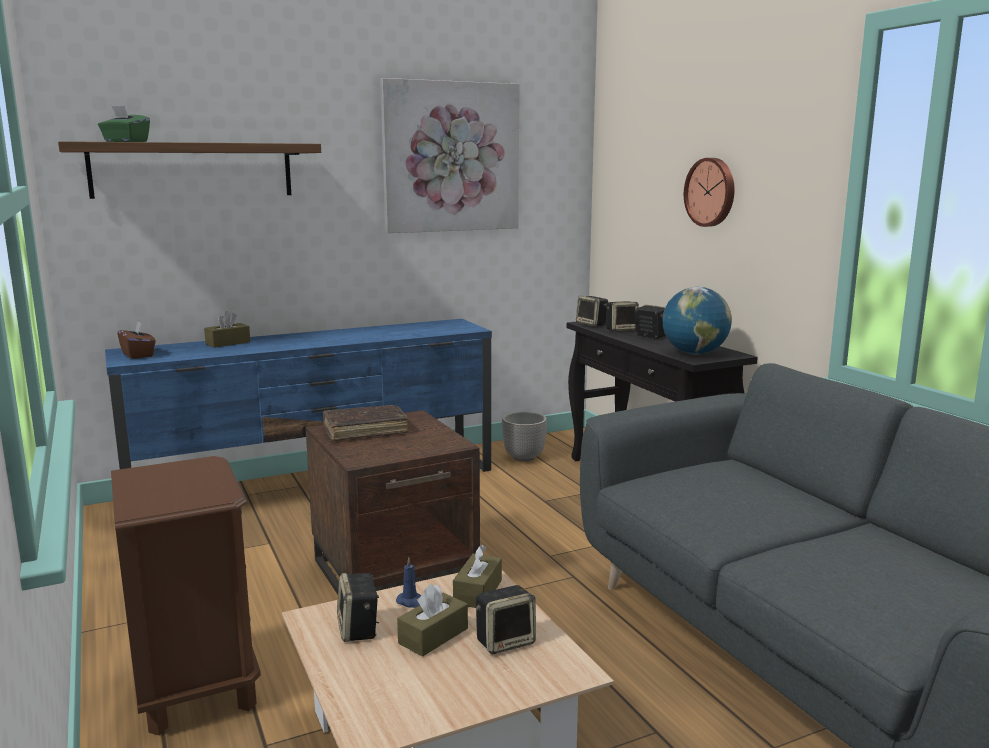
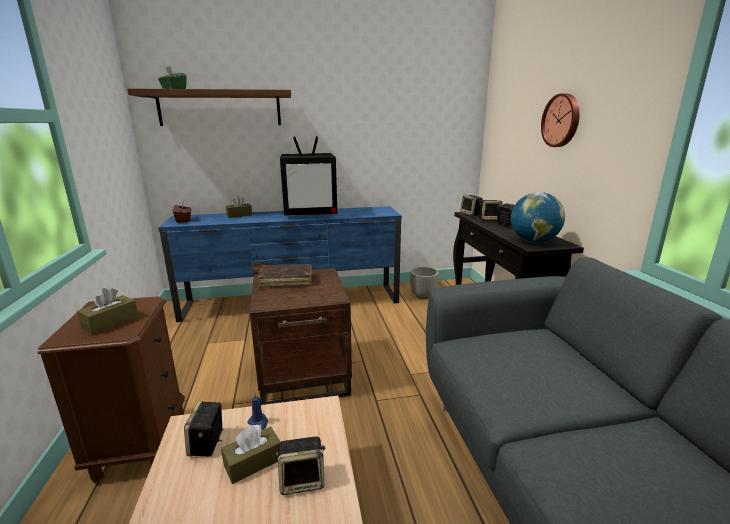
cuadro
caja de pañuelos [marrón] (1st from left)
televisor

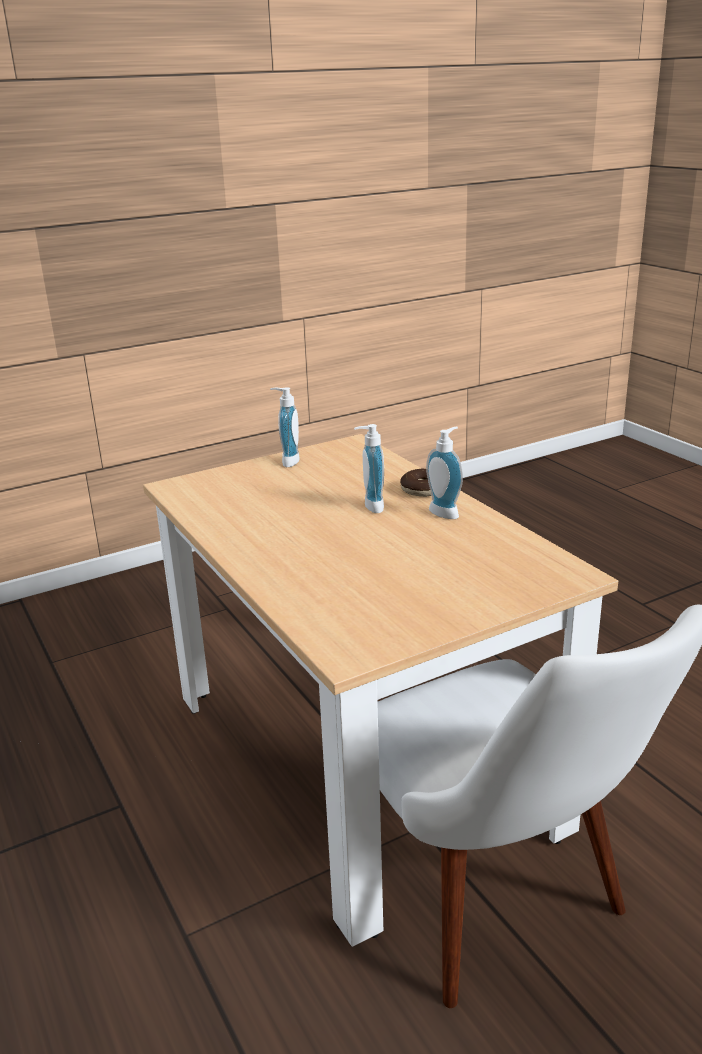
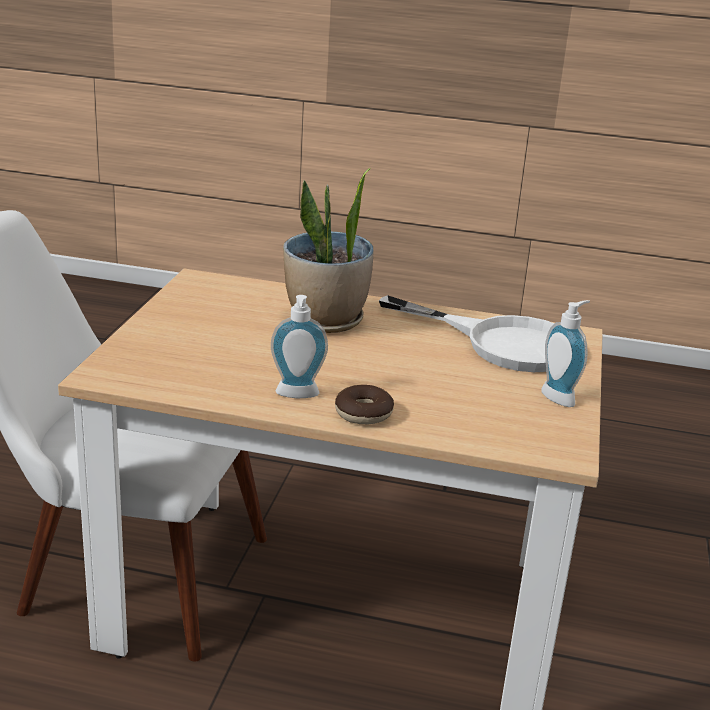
dispensador de jabón (2nd from left in the first image)
planta en maceta
sartén [blanco]

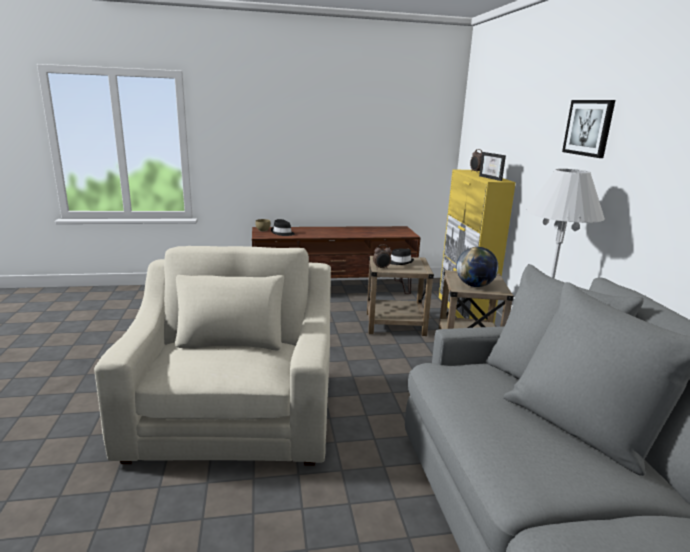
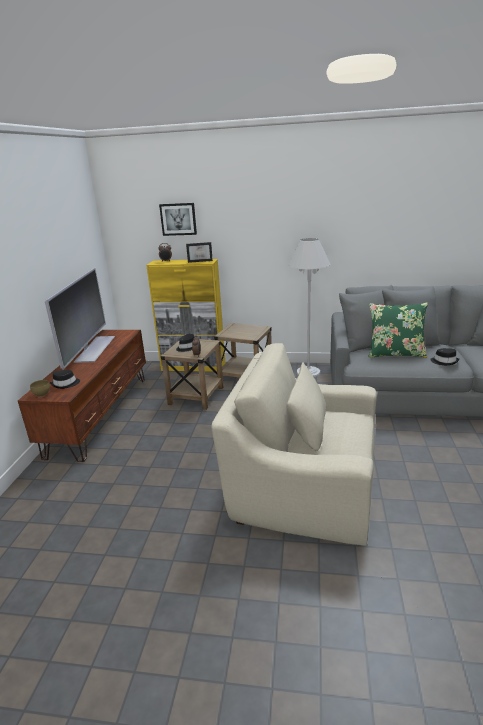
cuadro
globo terráqueo
televisor
cojín [verde]
sombrero [negro] (3rd from left)

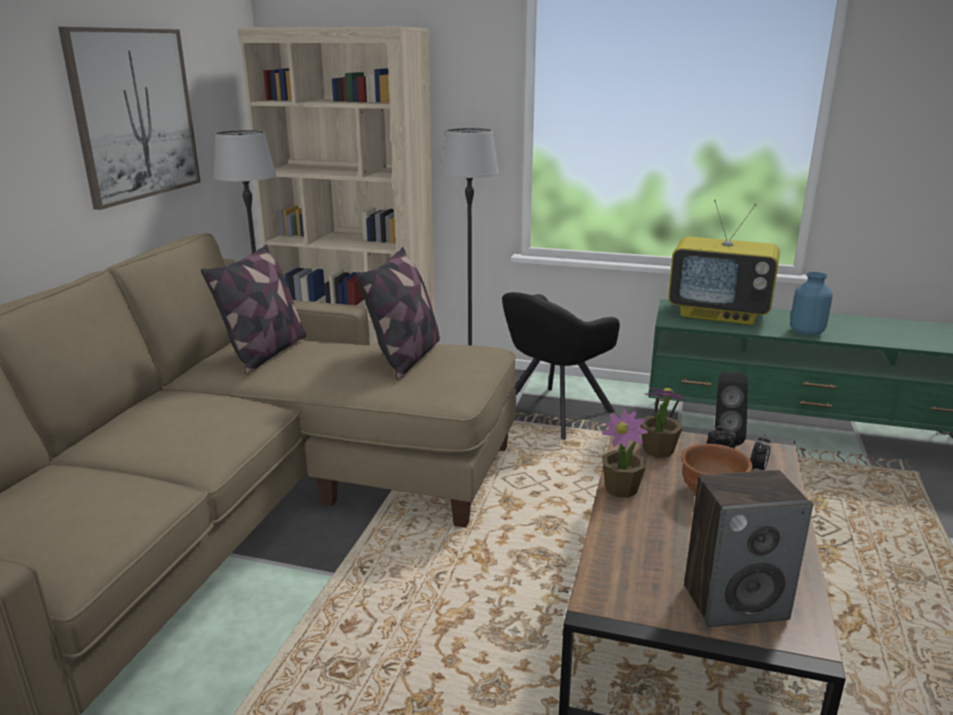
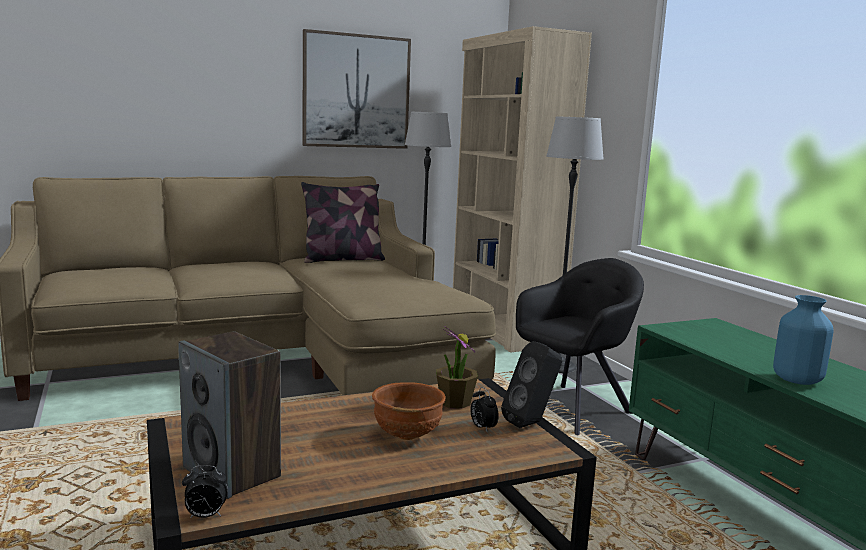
televisor
cojín (2nd from left in the first image)
sillón [negro]
planta en maceta (1st from left in the first image)
despertador (1st from left)

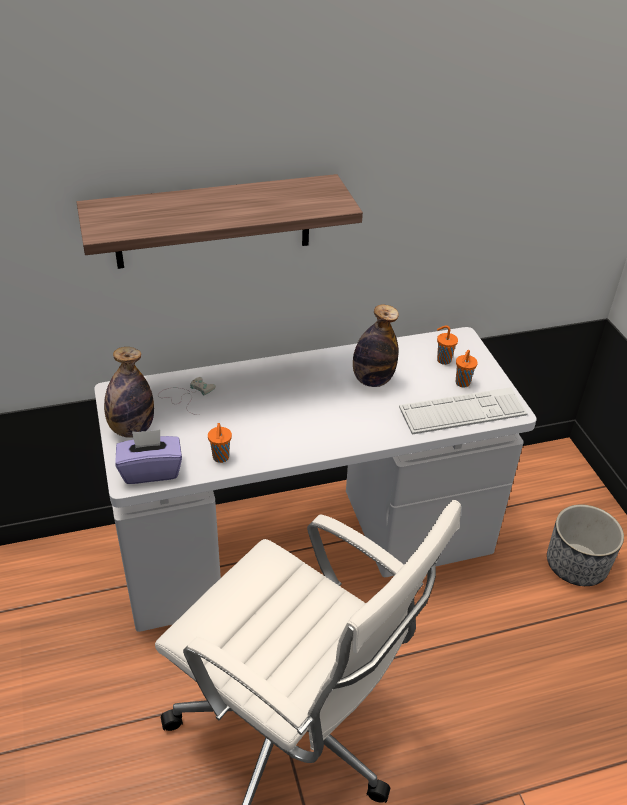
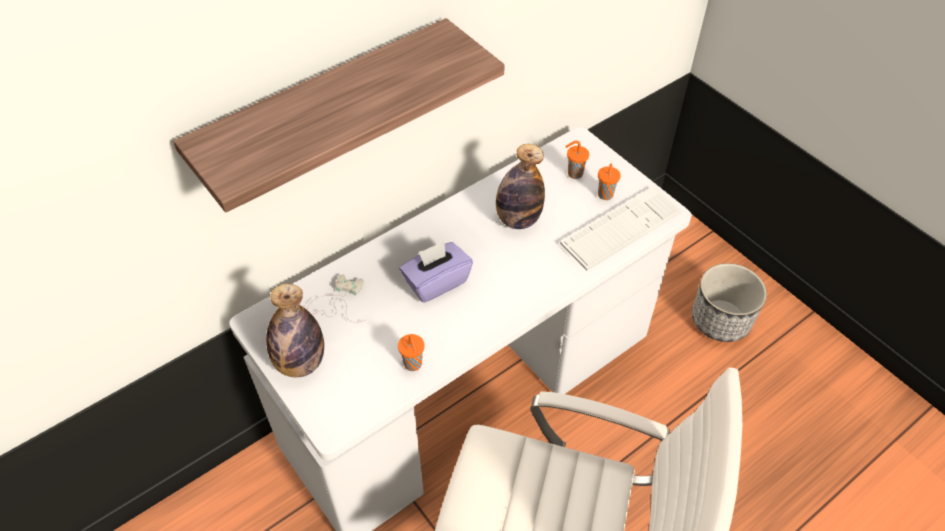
caja de pañuelos [morado]

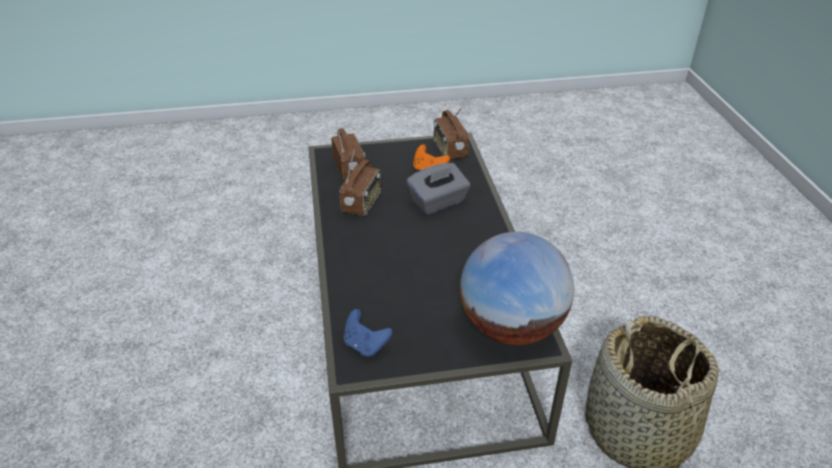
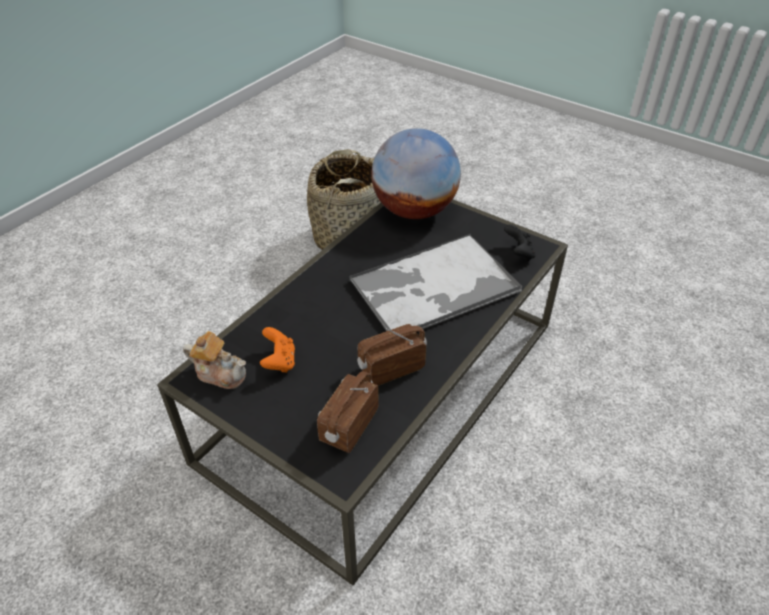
tetera
caja de pañuelos [gris]
mando de consola [negro]
bandeja

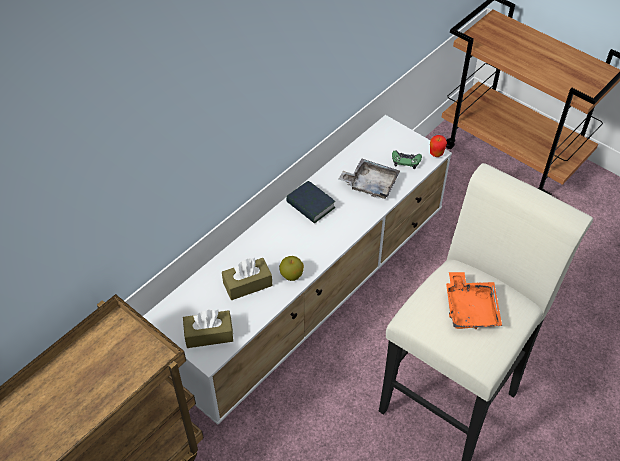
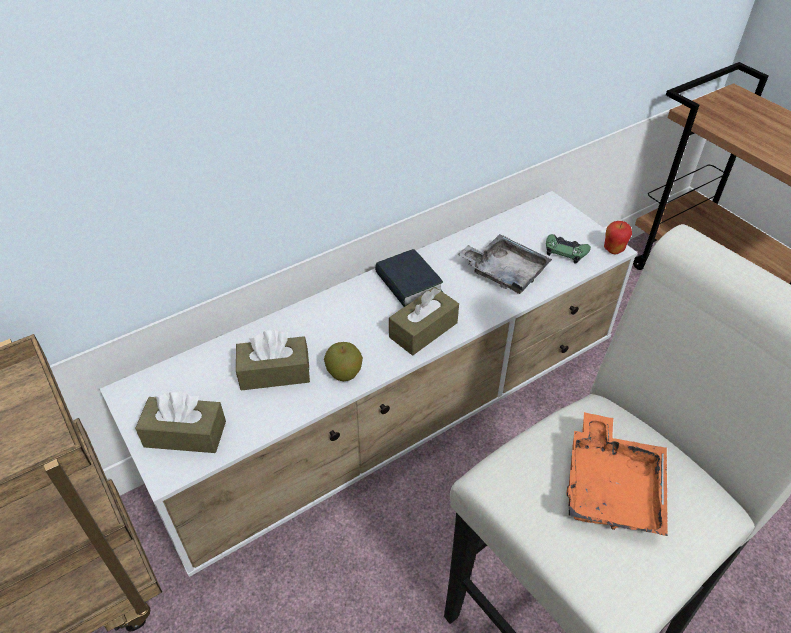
caja de pañuelos [marrón] (3rd from left)

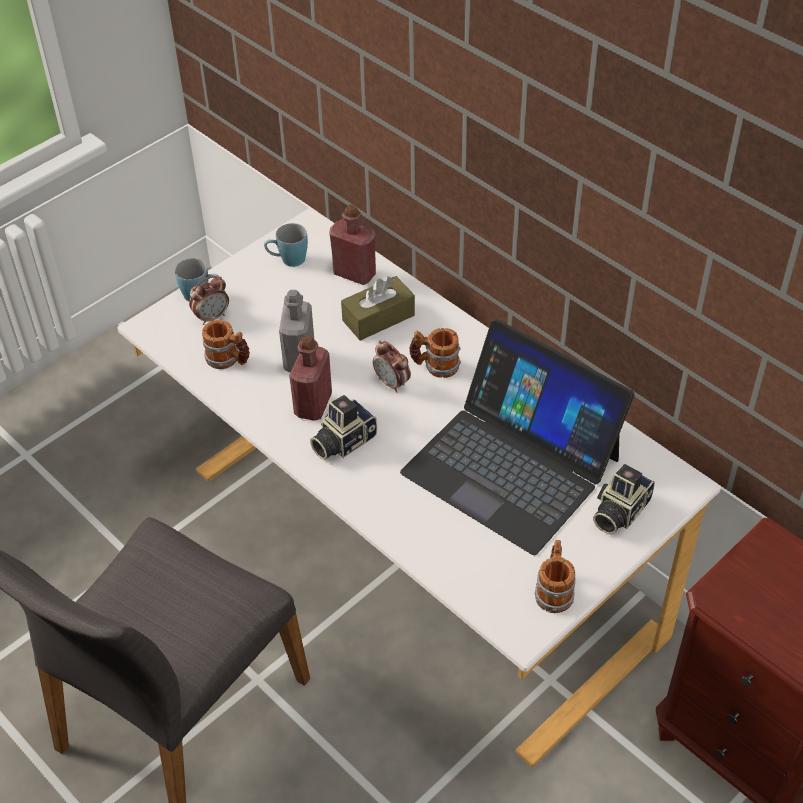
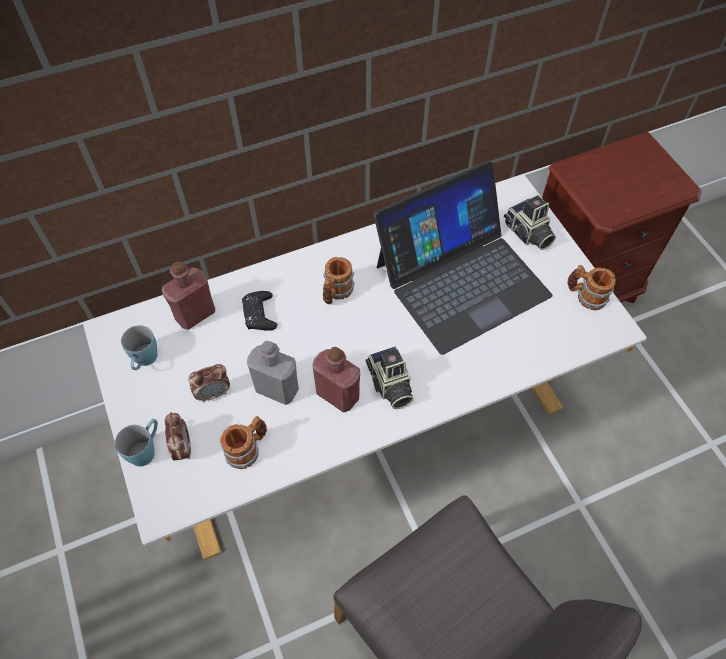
mando de consola [negro]
despertador (2nd from left)

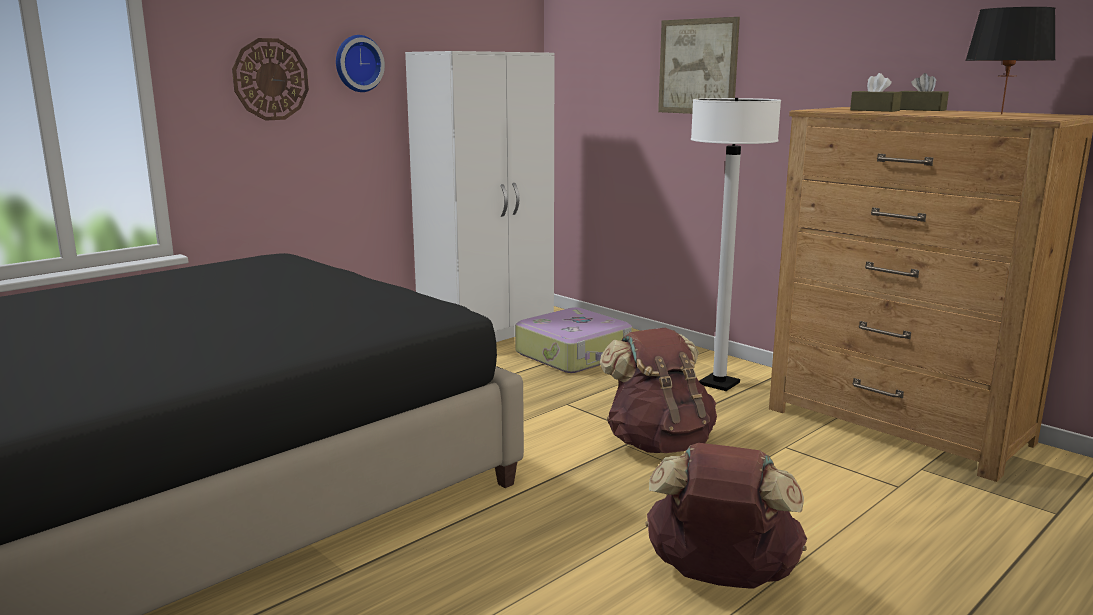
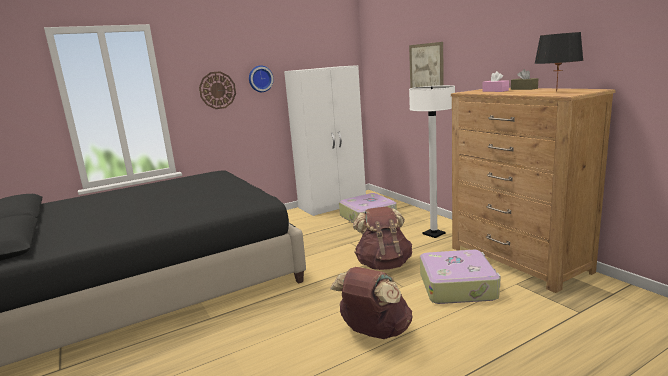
caja de pañuelos [rosa]
maleta (2nd from left)

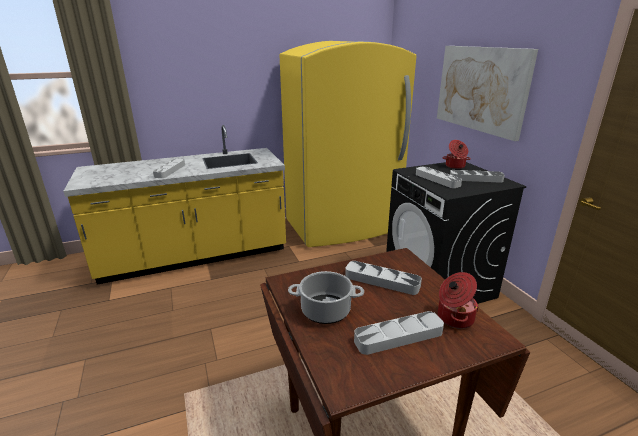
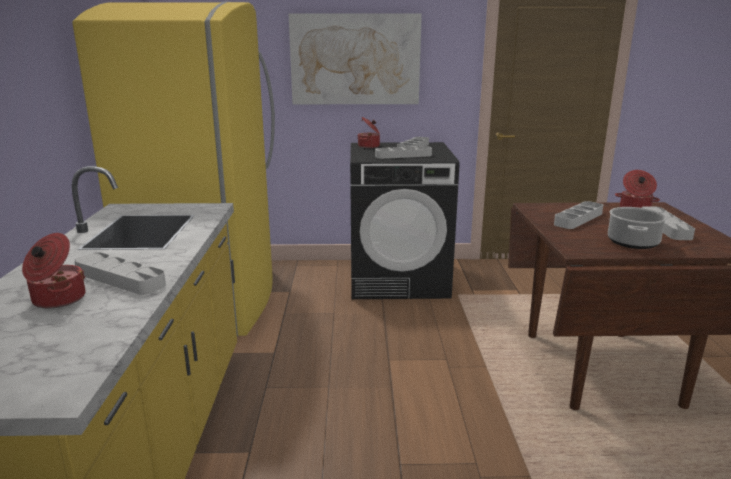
olla (1st from left)

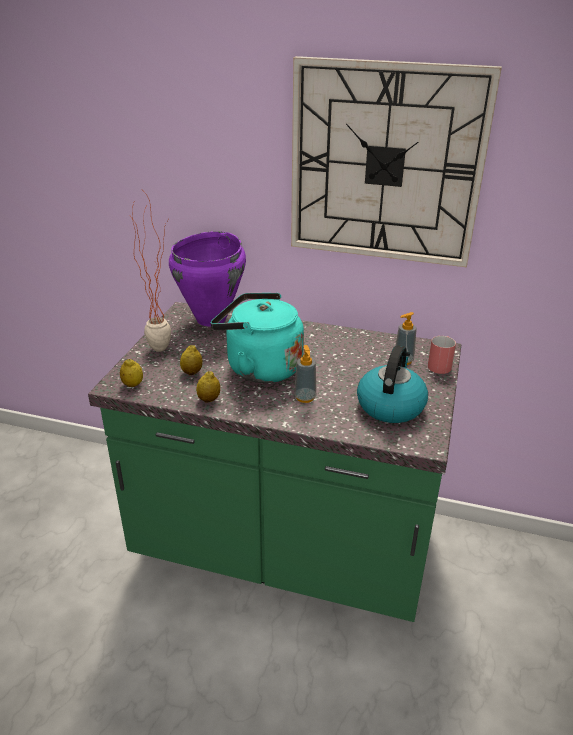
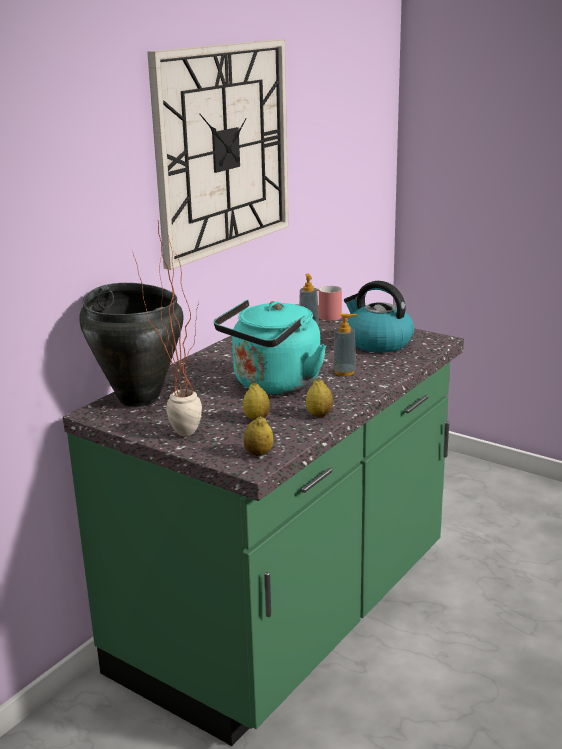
olla [negro]

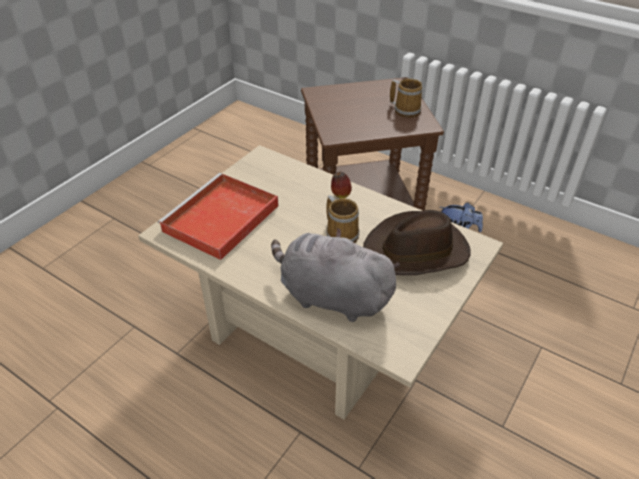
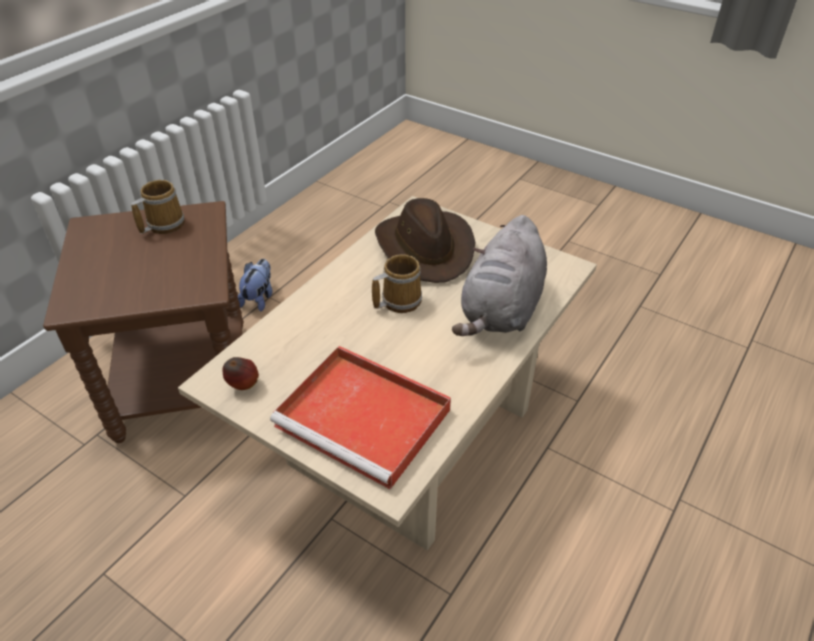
manzana

